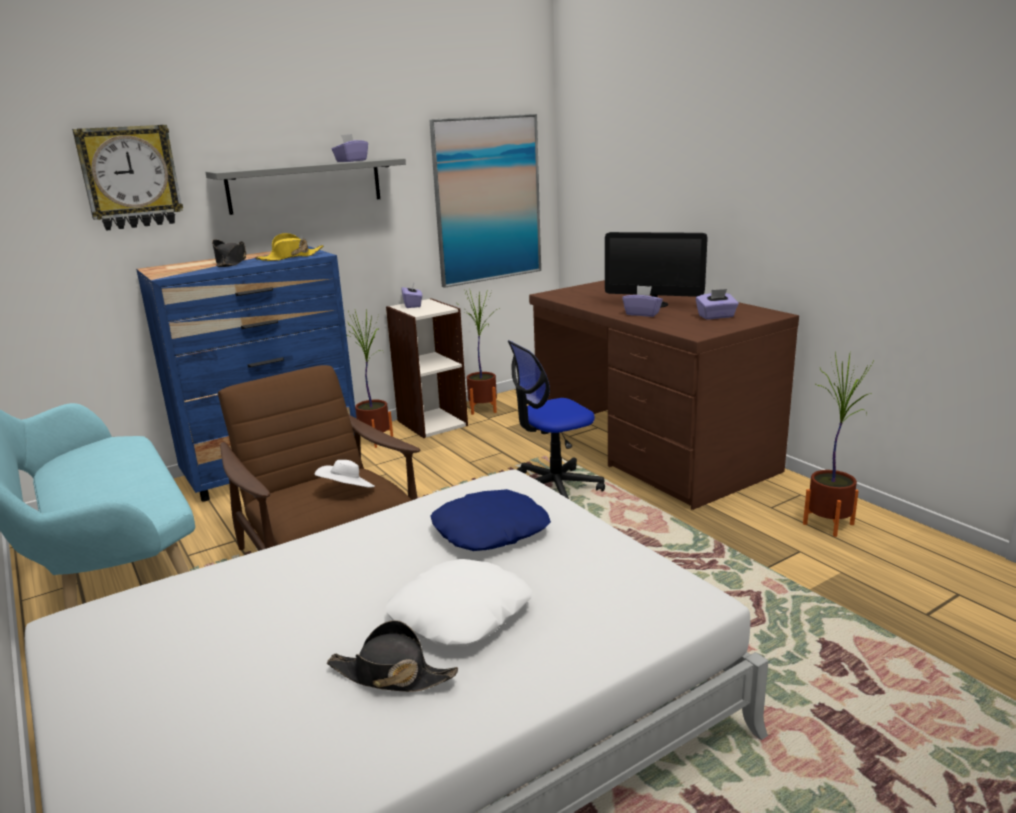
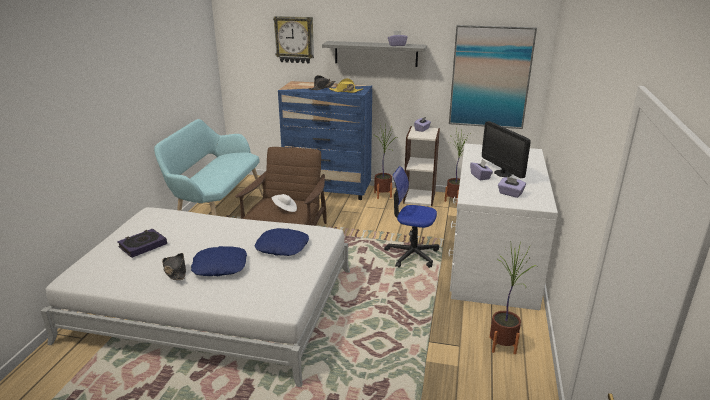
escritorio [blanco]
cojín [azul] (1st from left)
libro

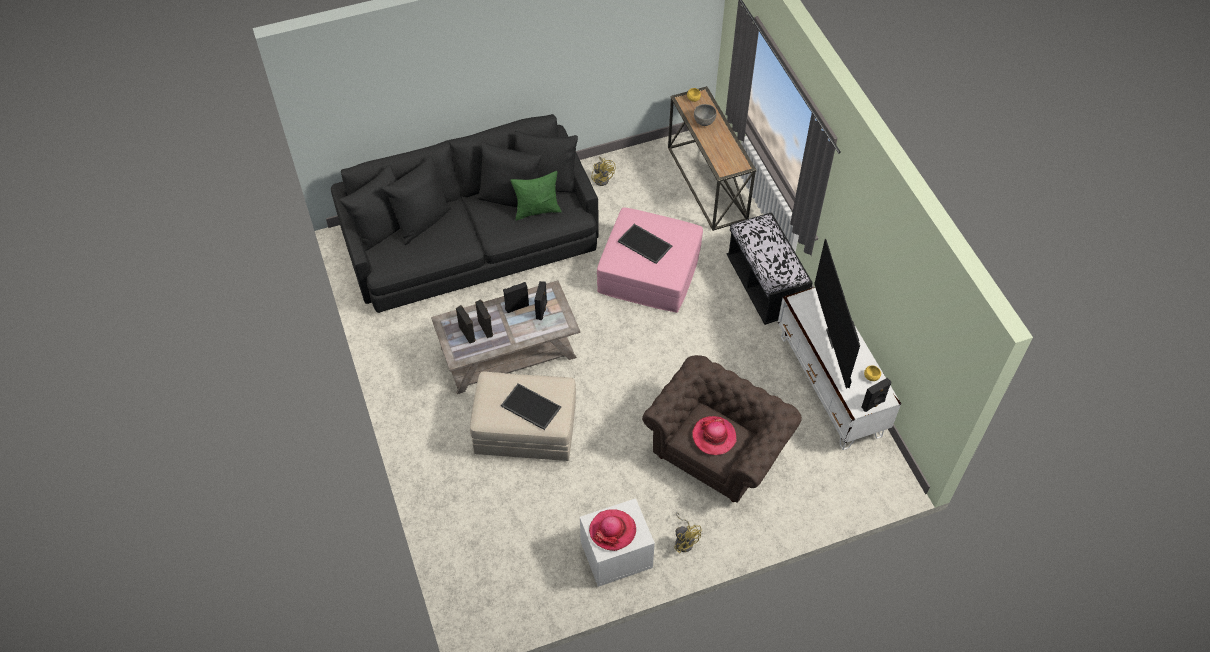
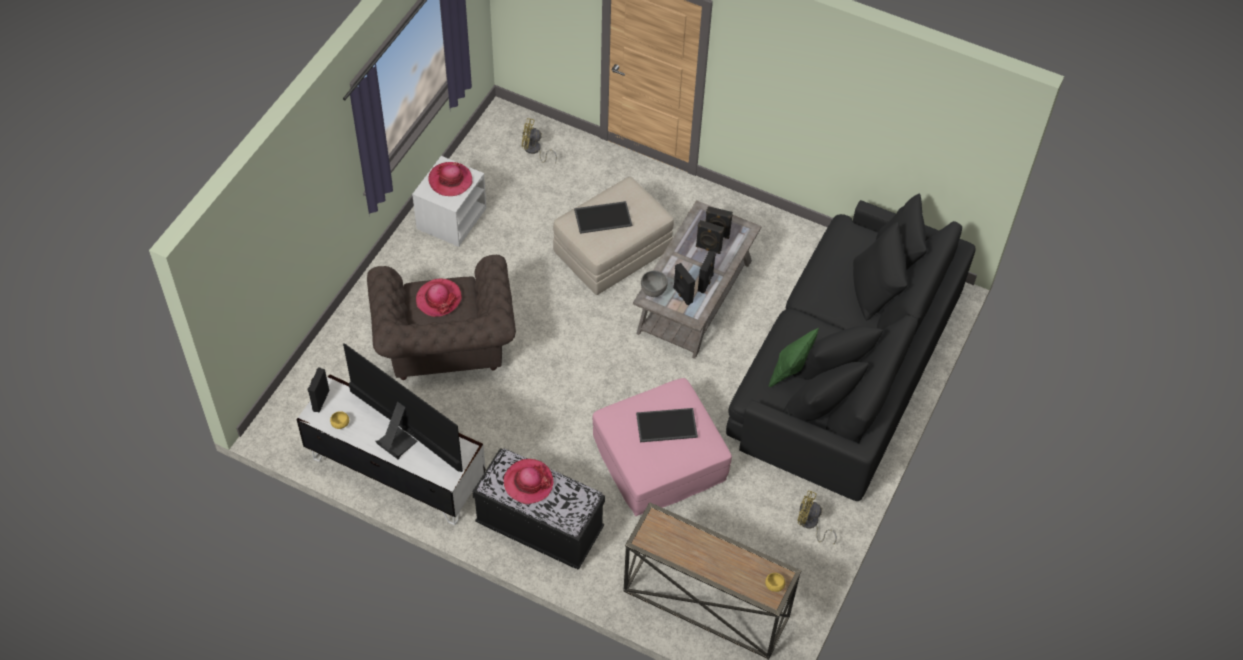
cuenco [gris]
ventilador [amarillo] (1st from left)
sombrero (3rd from left)

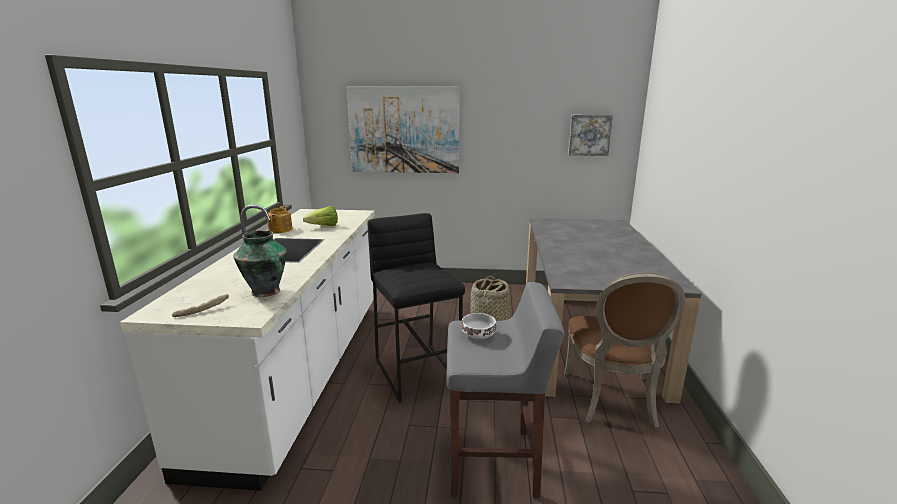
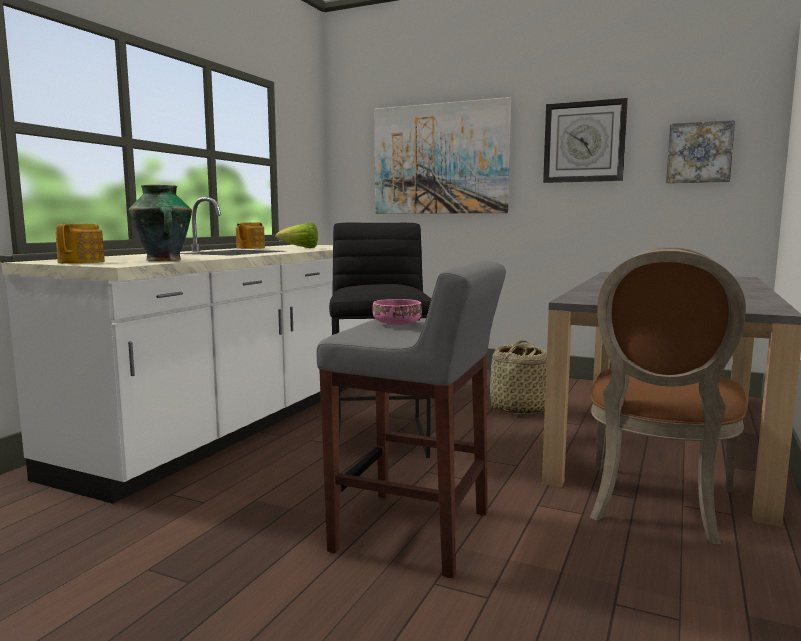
tetera (1st from left)
cuenco [rosa]
reloj de pared

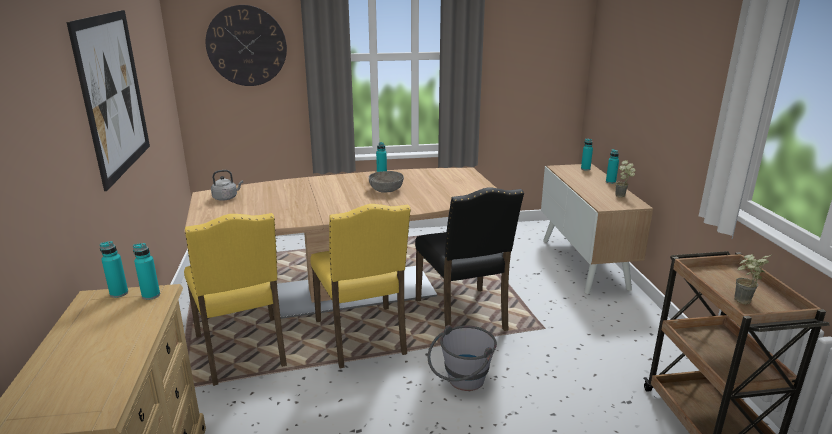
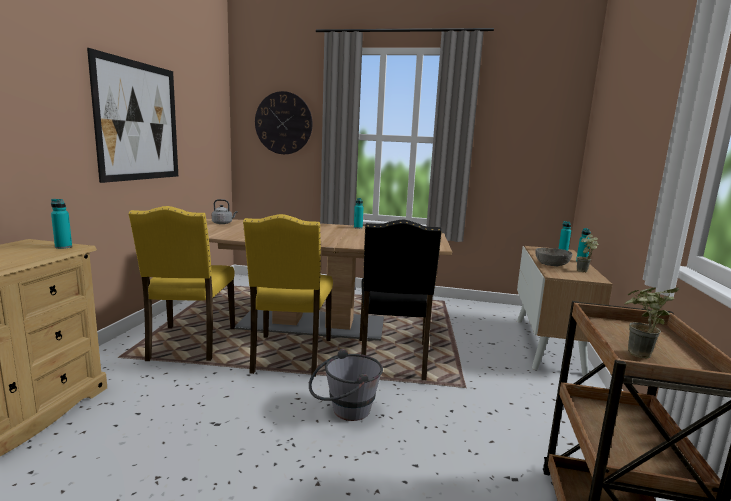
cuenco [gris]
botella [turquesa] (1st from left in the first image)

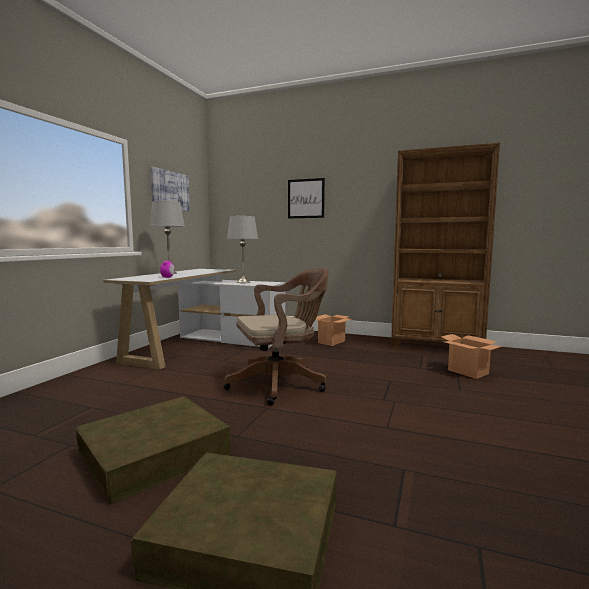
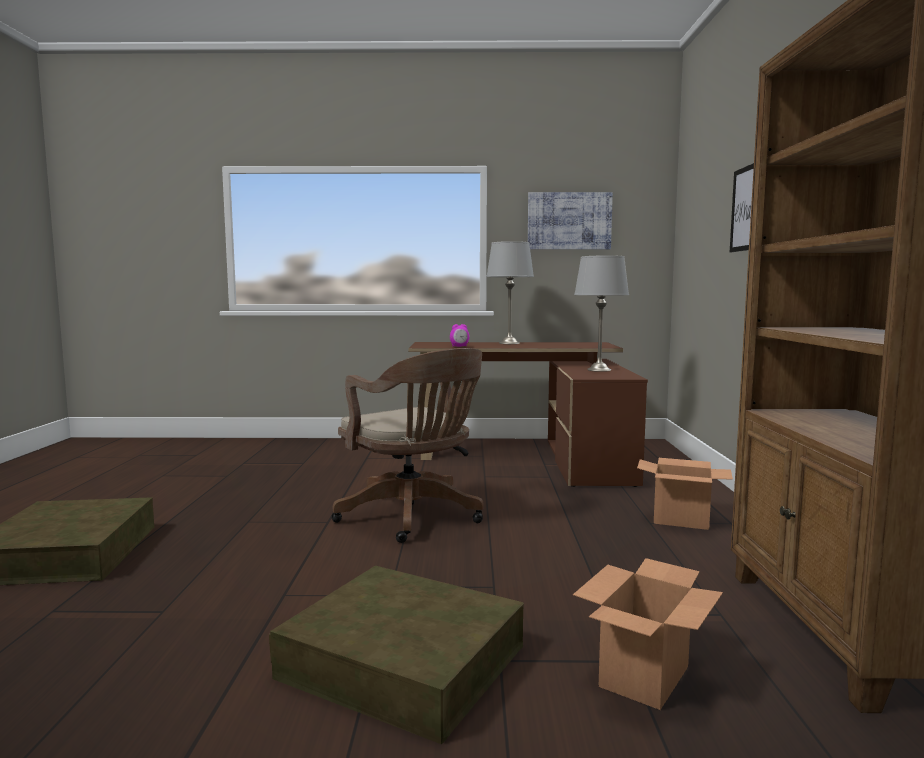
escritorio [marrón]
caja de almacenaje [marrón] (2nd from left)

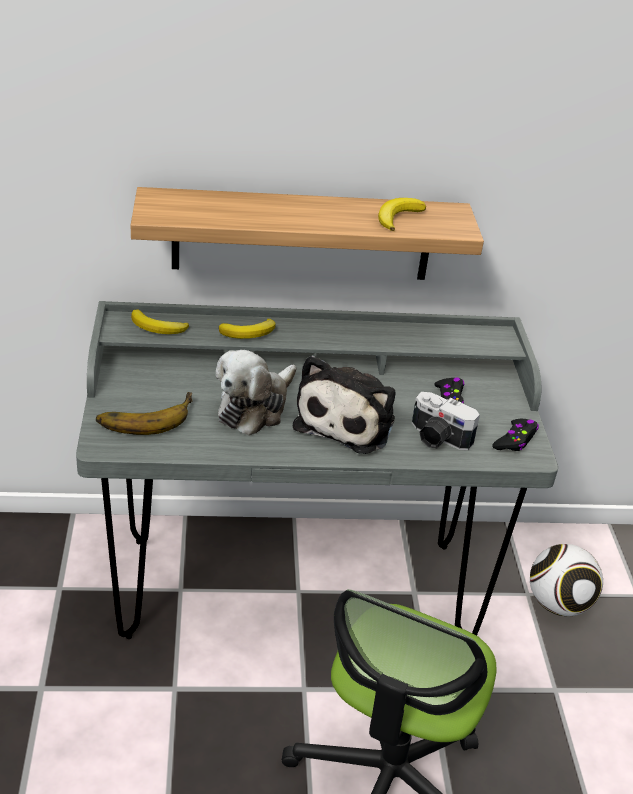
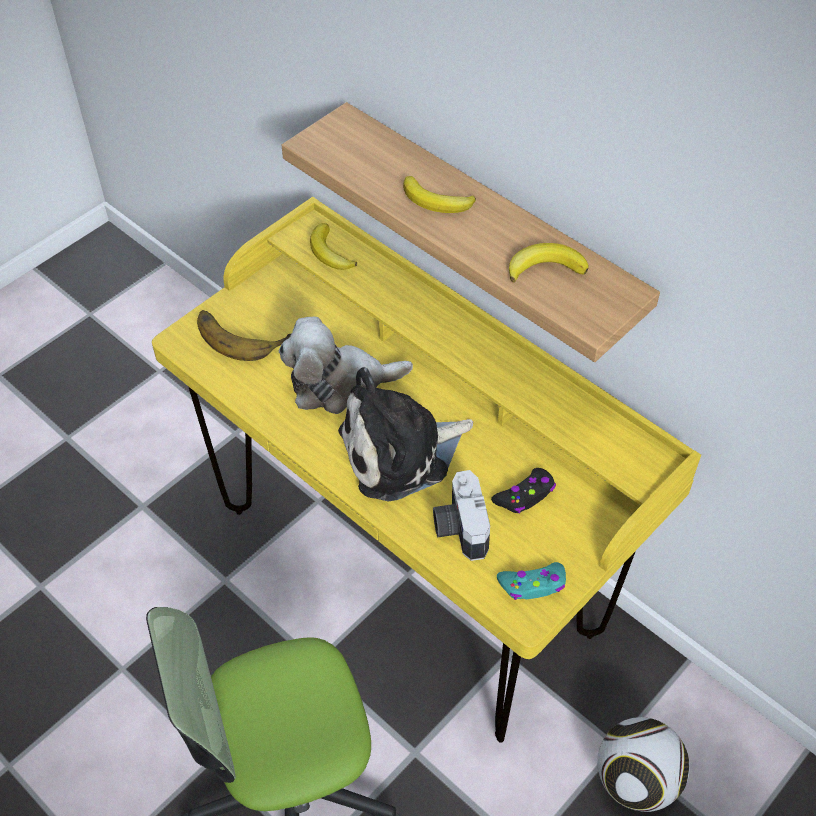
escritorio [amarillo]
plátano (3rd from left)
mando de consola [turquesa]

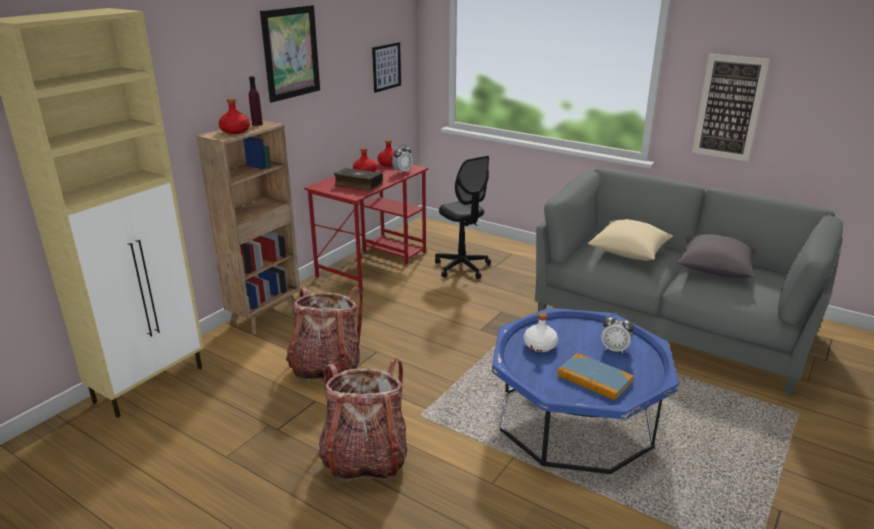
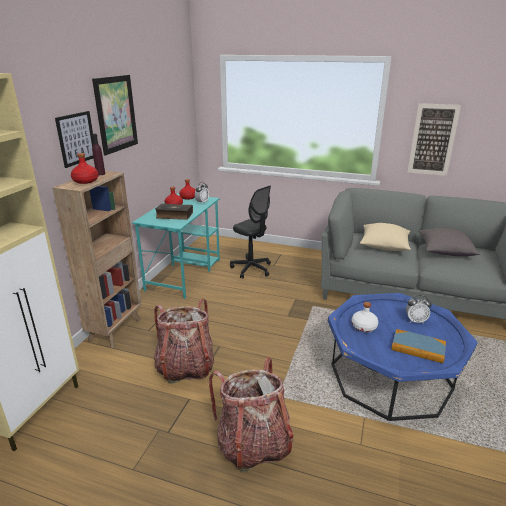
cuadro (1st from left)
escritorio [turquesa]

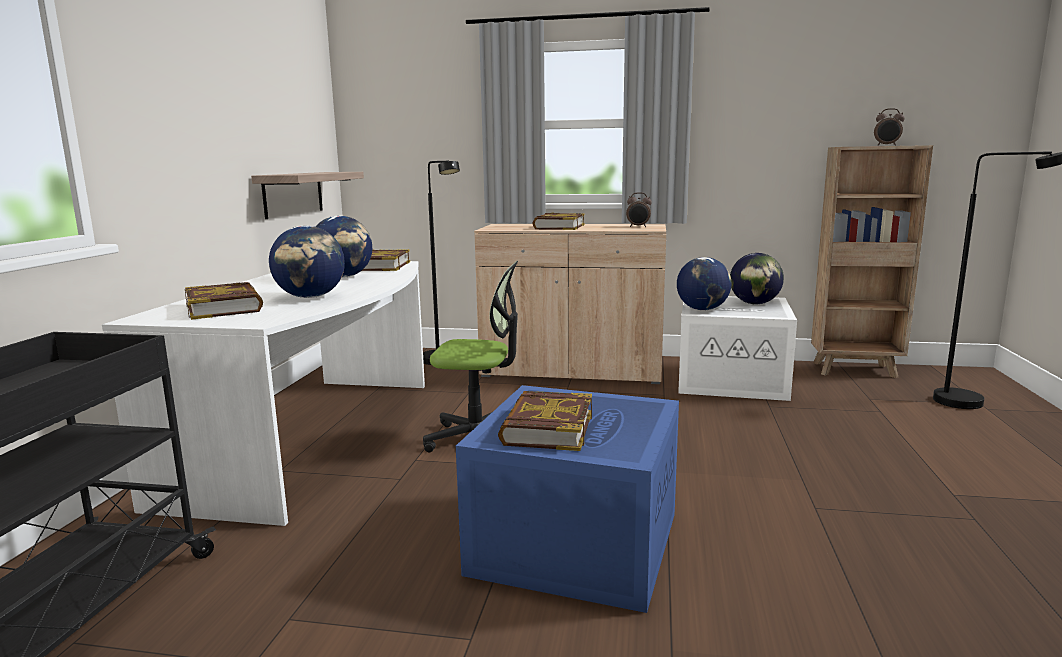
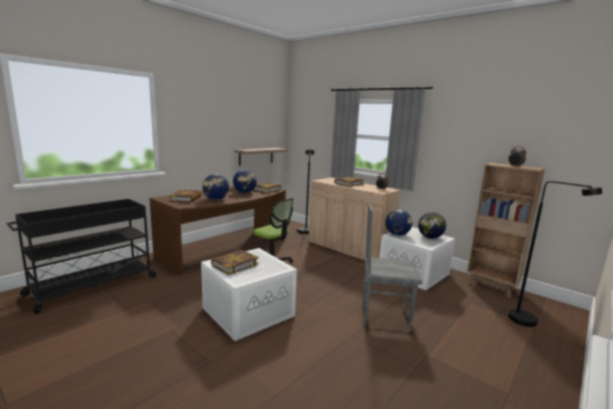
escritorio [marrón]
caja de almacenaje [blanco] (1st from left)
silla [gris]

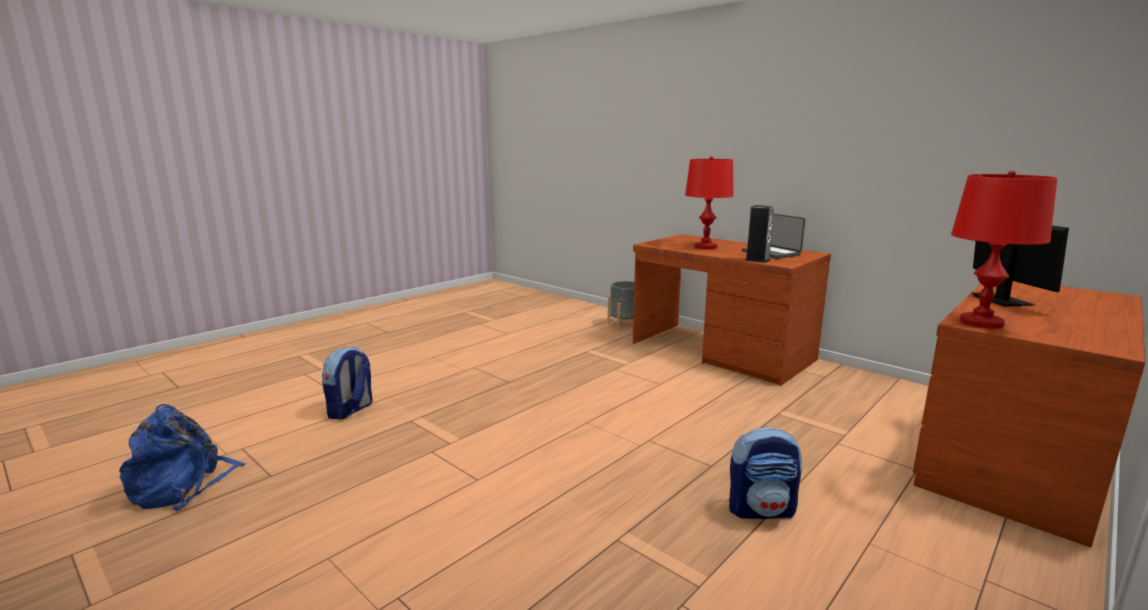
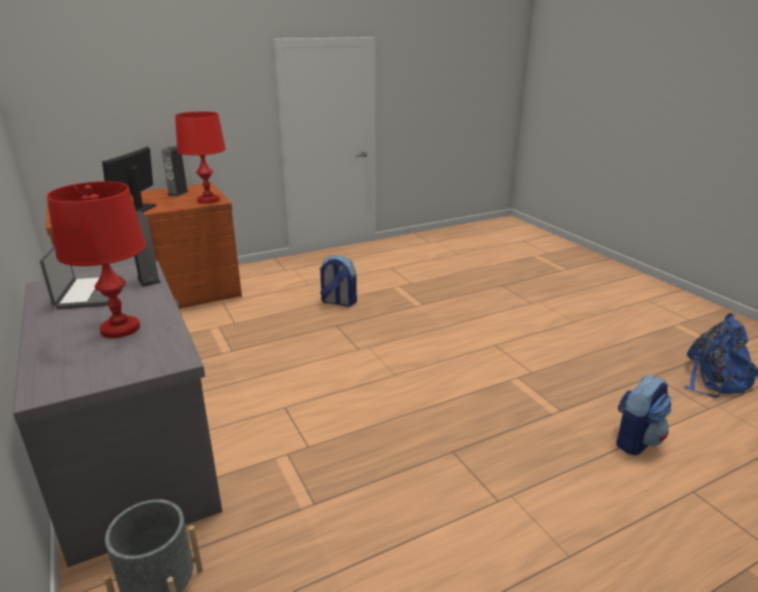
escritorio [gris]
altavoz (2nd from left)

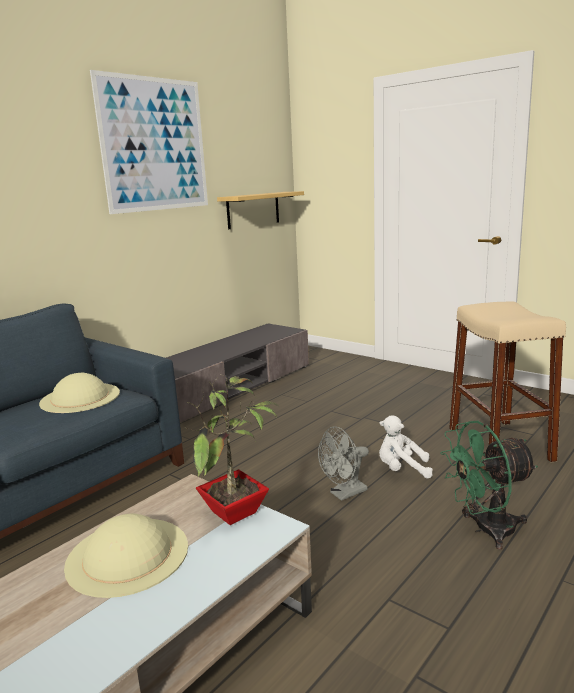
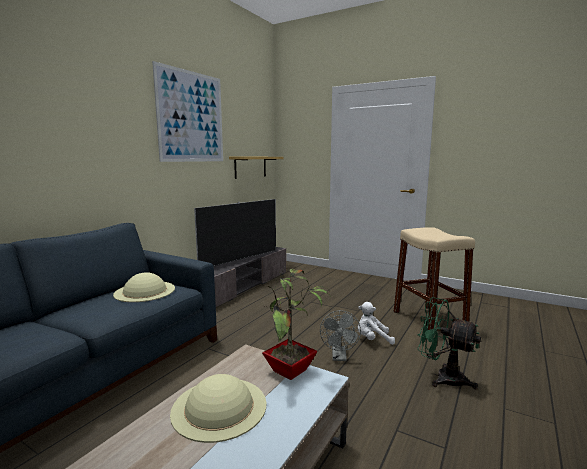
ventilador [verde]
ventilador [gris]
televisor

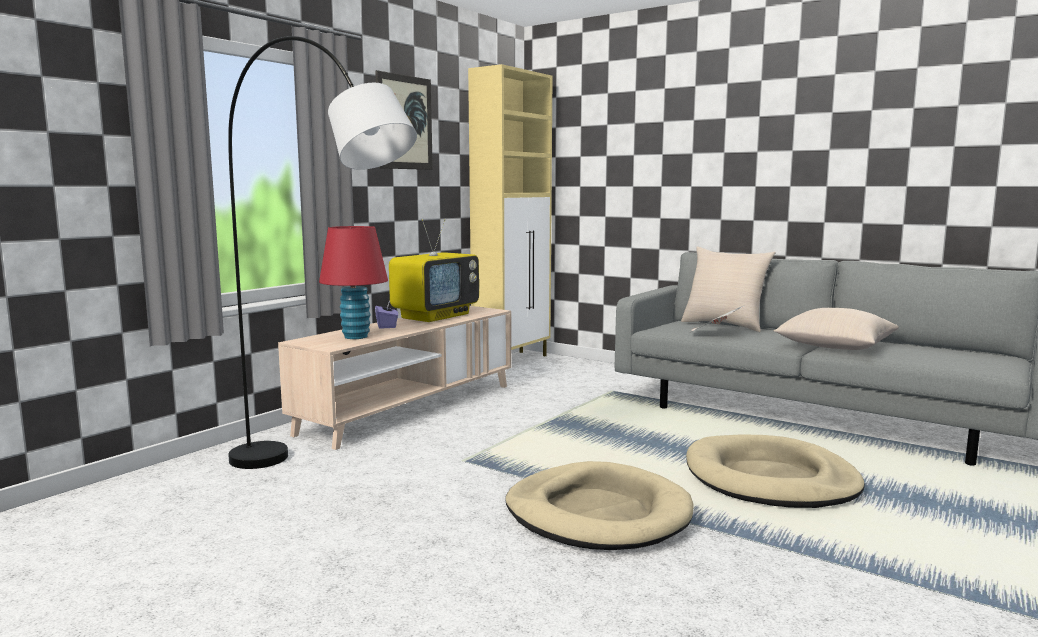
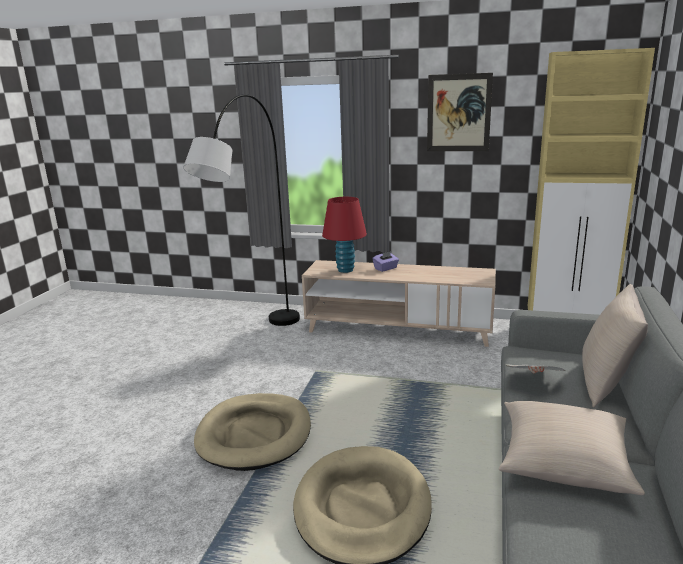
televisor

